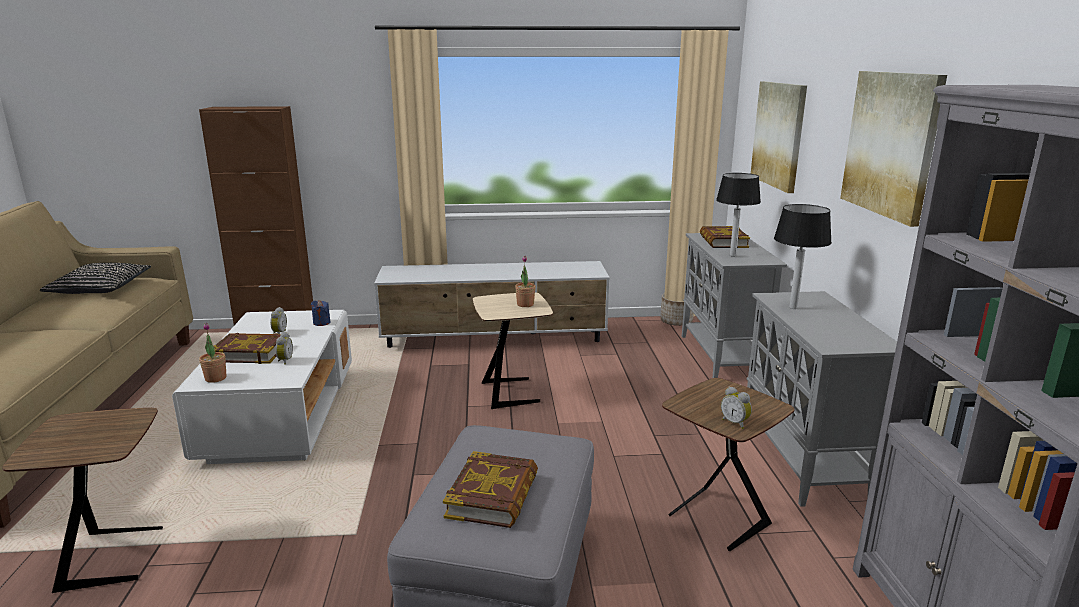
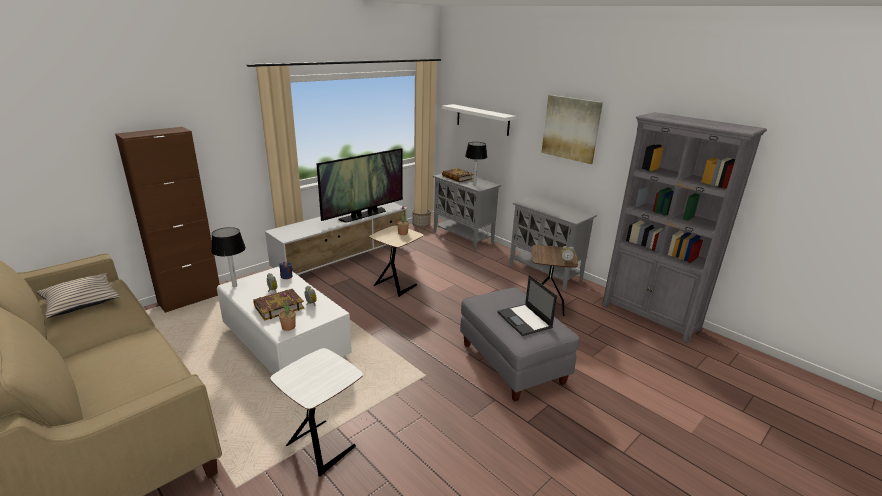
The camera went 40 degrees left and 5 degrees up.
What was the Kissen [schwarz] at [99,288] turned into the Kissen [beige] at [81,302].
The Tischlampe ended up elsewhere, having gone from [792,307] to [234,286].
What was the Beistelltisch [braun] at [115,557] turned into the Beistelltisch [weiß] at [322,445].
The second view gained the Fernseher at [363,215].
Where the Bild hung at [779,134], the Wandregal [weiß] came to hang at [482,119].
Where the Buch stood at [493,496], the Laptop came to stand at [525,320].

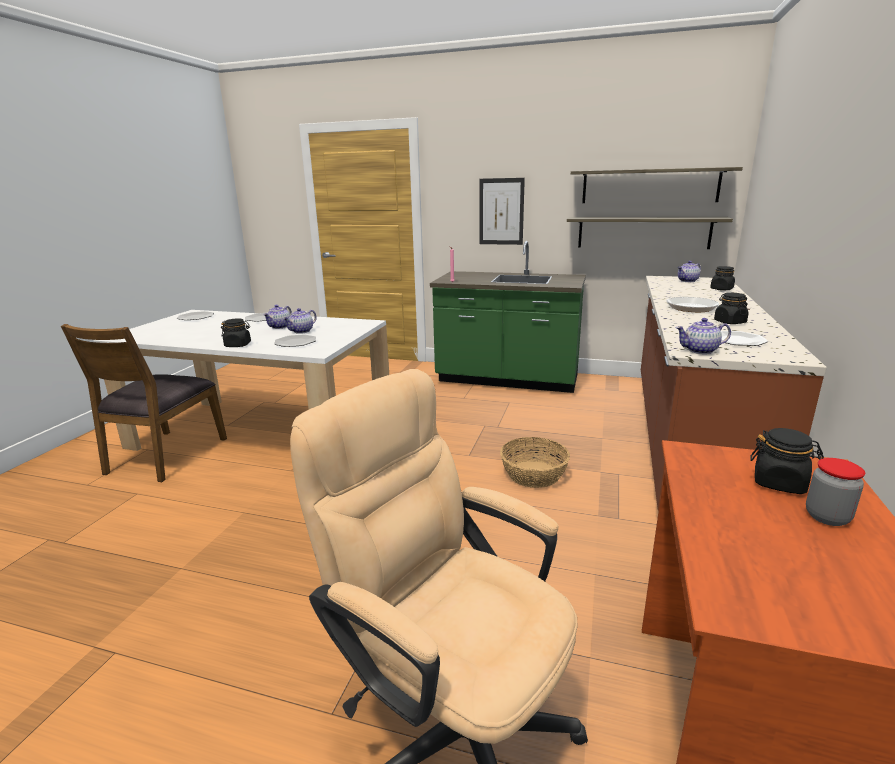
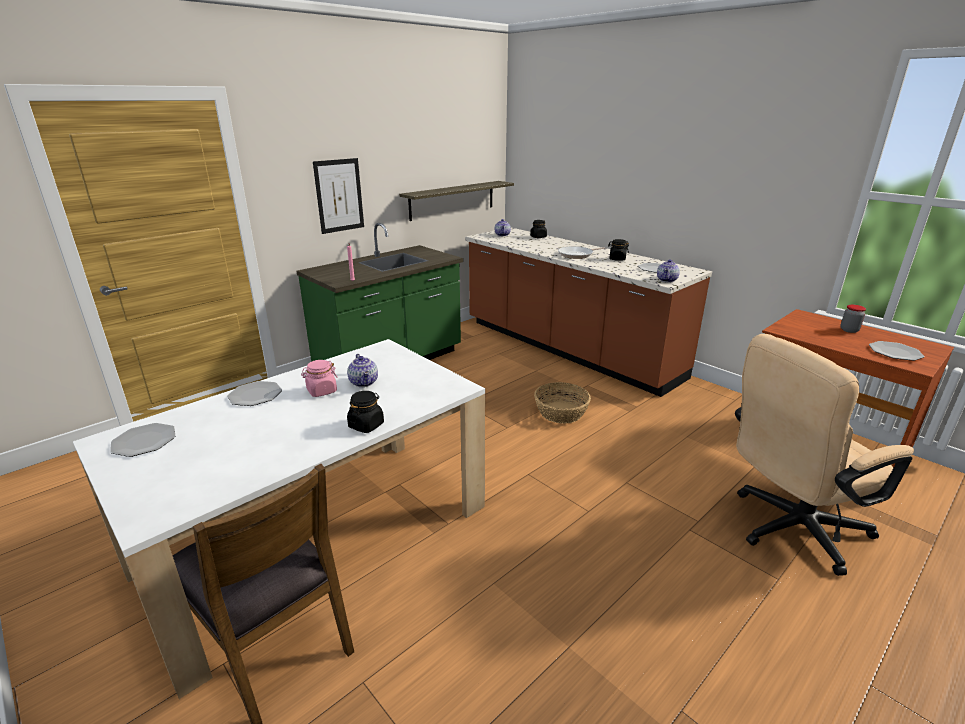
The camera went 60 degrees left and 5 degrees up.
Where the Teekanne stood at [280,327], the Vorratsglas [rosa] came to stand at [321,391].
The Teller ended up elsewhere, having gone from [295,342] to [895,352].
The second view lost the Wandregal at [649,186].
The second view lost the Vorratsglas [schwarz] at [779,483].

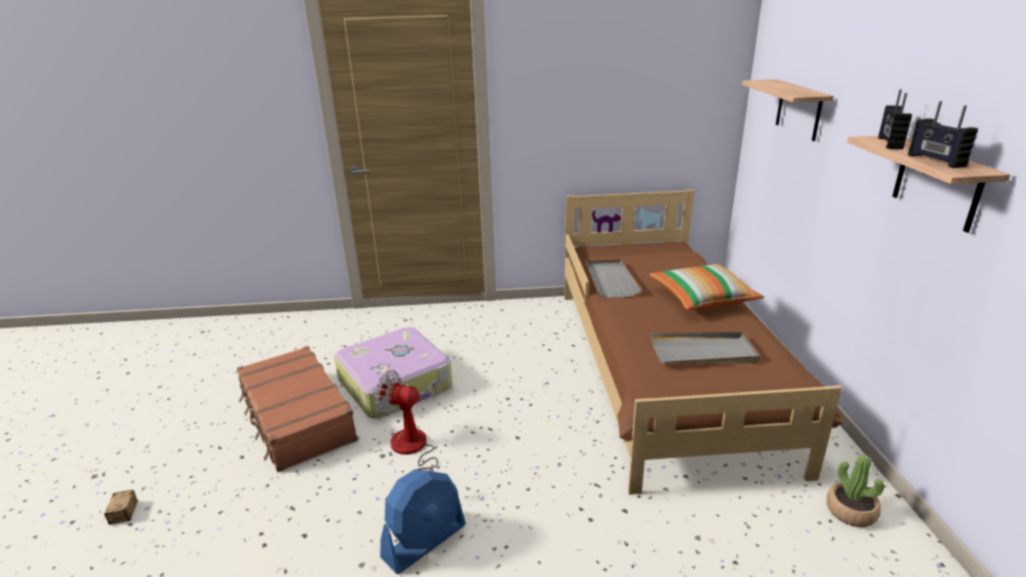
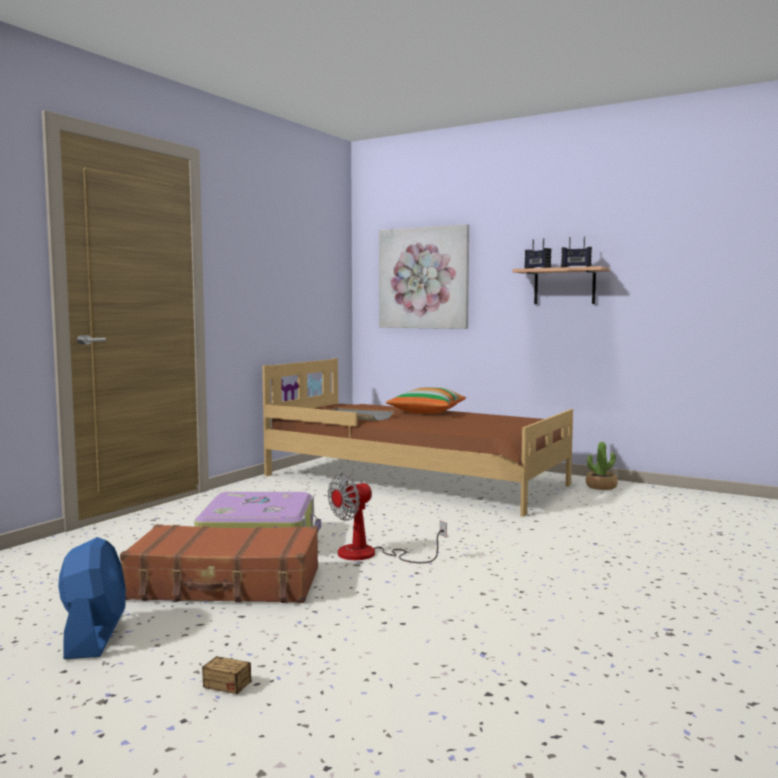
The camera went 55 degrees left and 20 degrees down.
The Ventilator [blau] ended up elsewhere, having gone from [424,541] to [94,636].
Where the Wandregal hung at [798,109], the Bild came to hang at [423,278].
The second view lost the Tablett [grau] at [704,352].

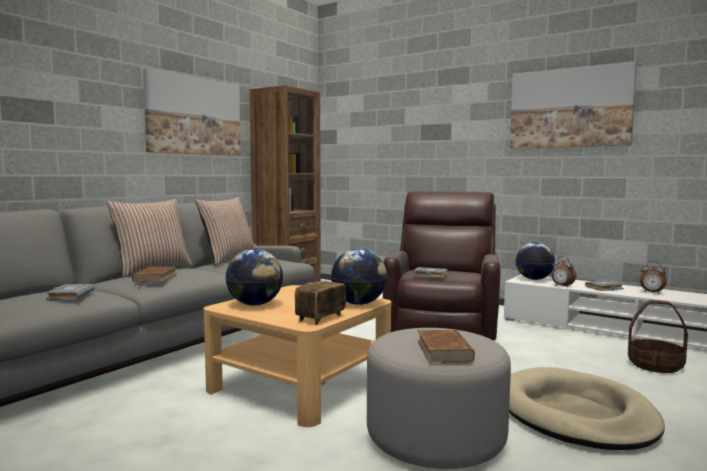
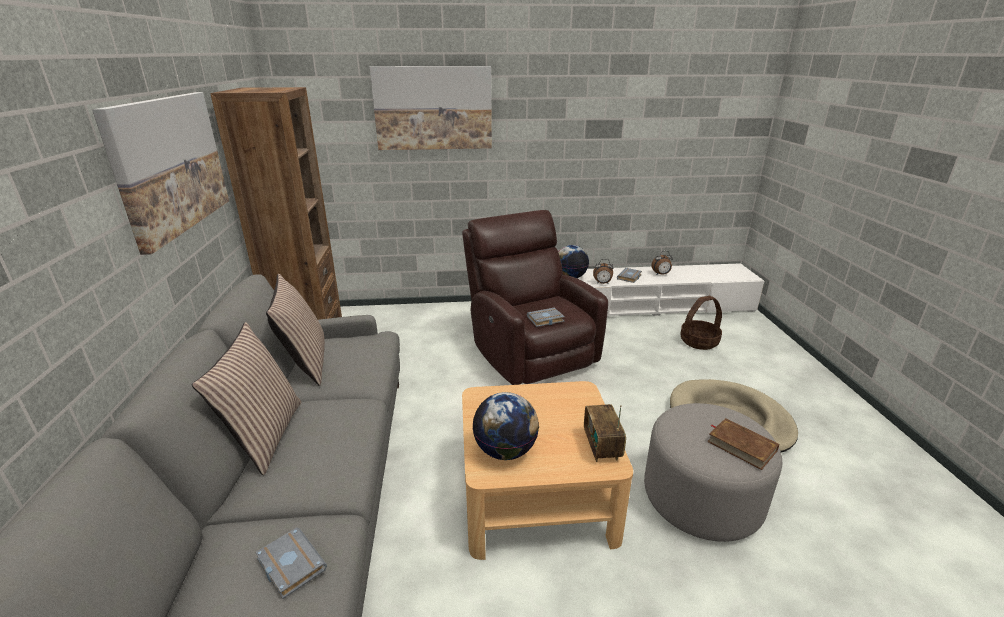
The camera went 40 degrees left and 20 degrees up.
The Bild ended up elsewhere, having gone from [569,108] to [433,108].
The second view lost the Buch [braun] at [155,278].
The second view lost the Globus at [359,304].

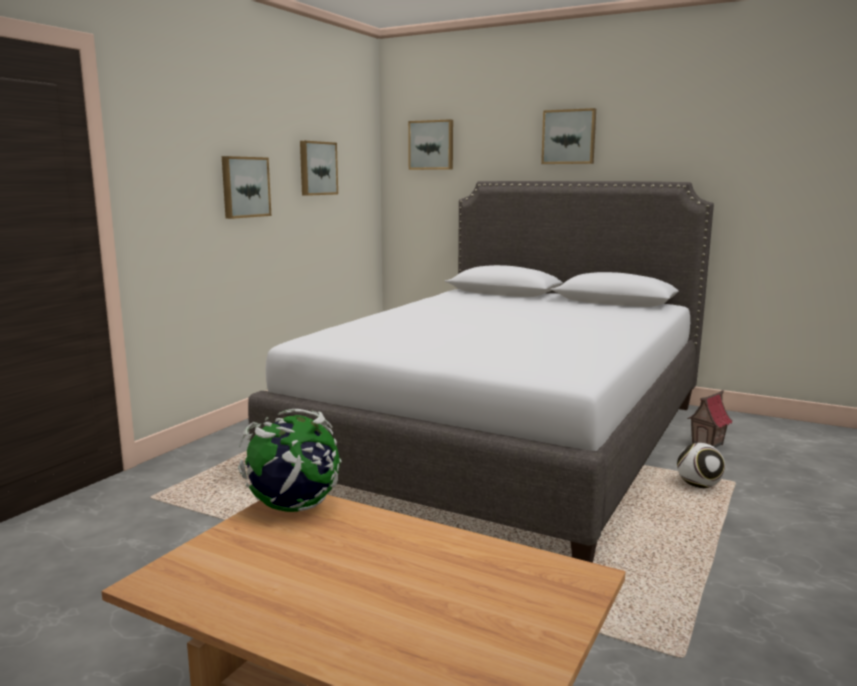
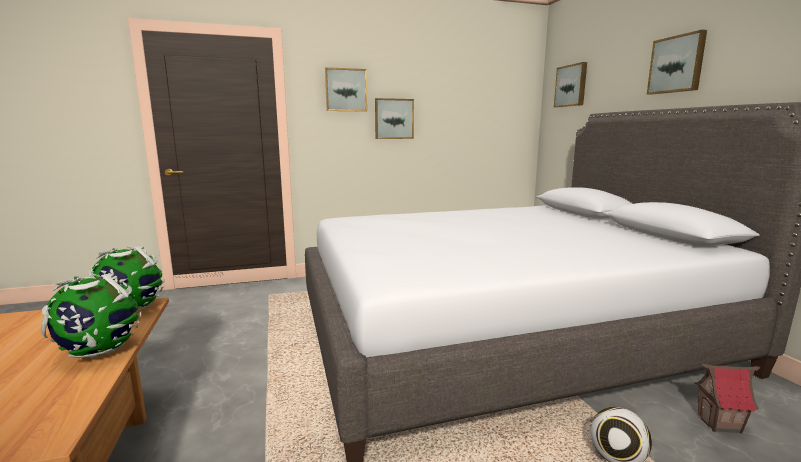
The camera went 45 degrees right and 0 degrees up.
The second view gained the Globus at [99,352].
The Bild ended up elsewhere, having gone from [317,168] to [346,90].

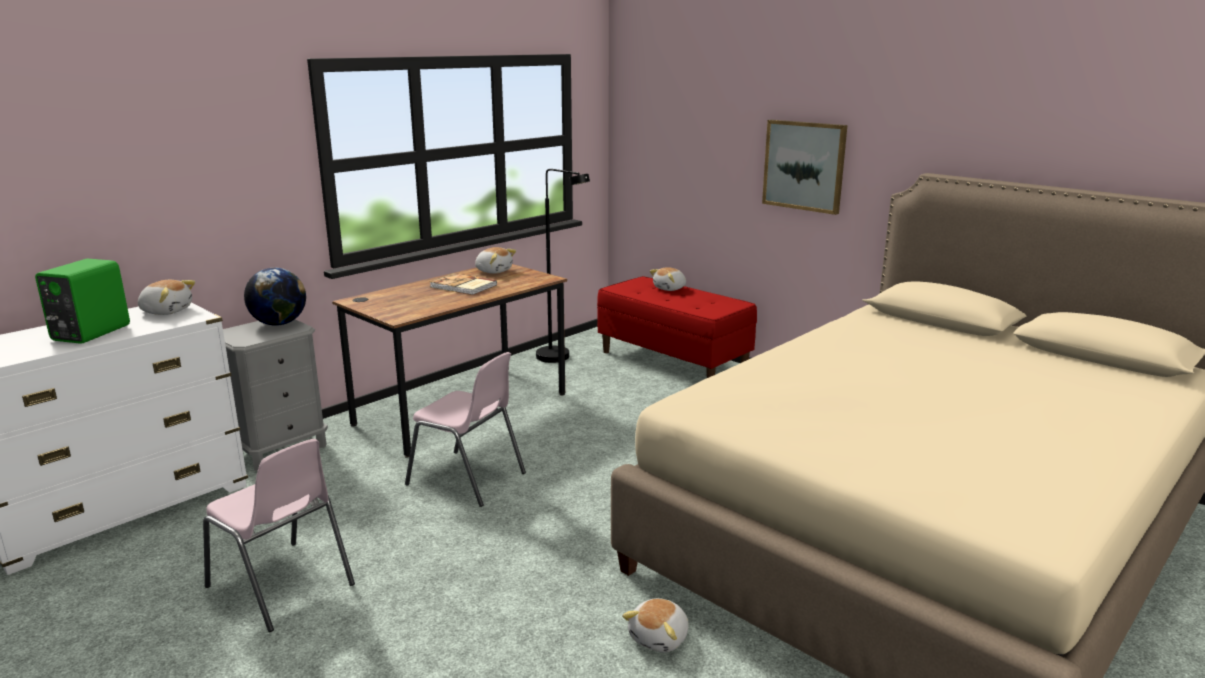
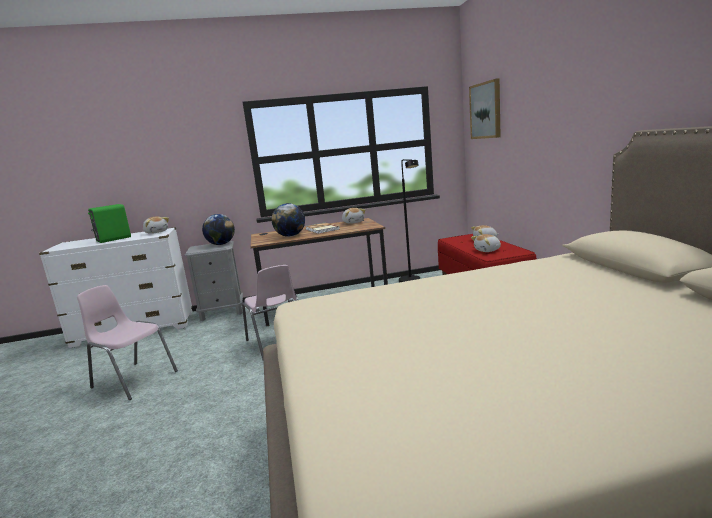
The camera went 35 degrees right and 5 degrees down.
The Stuhl [rosa] at [282,586] ended up facing another way, 135 degrees clockwise from before.
The second view gained the Globus at [290,236].
The Bild ended up elsewhere, having gone from [804,165] to [486,110].
The Plüschtier ended up elsewhere, having gone from [660,638] to [488,250].

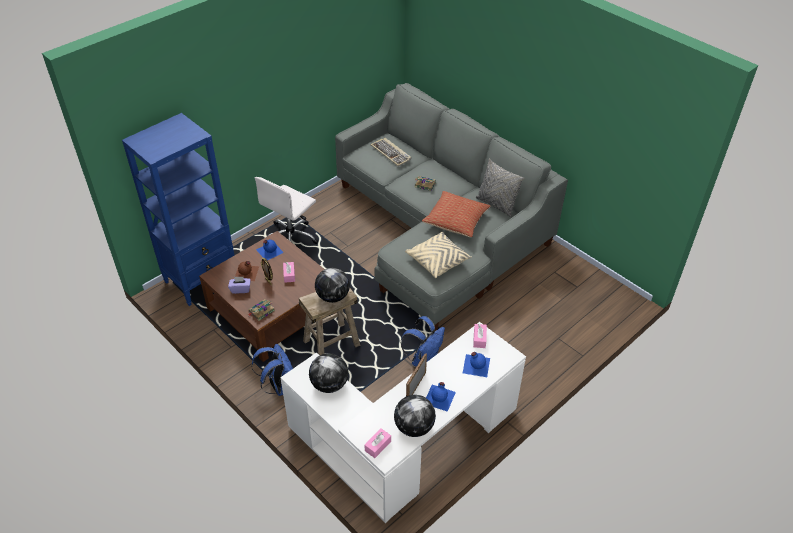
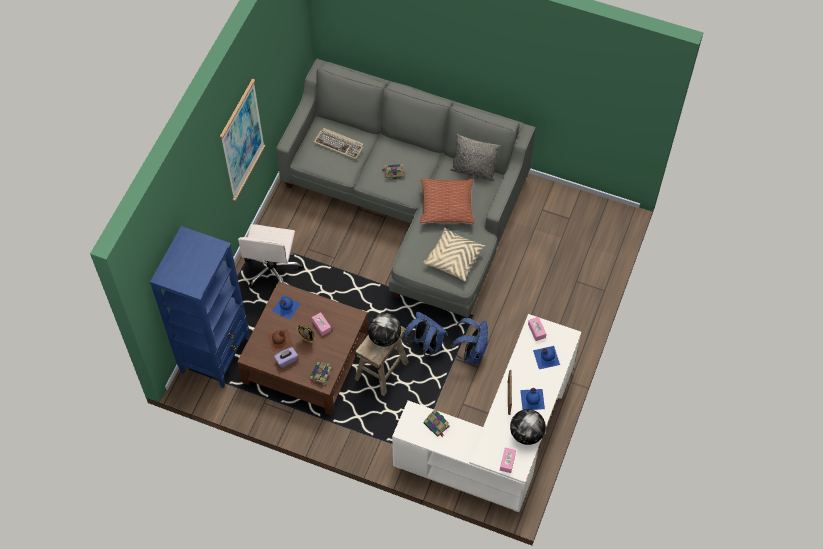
The camera went 25 degrees left and 15 degrees up.
The second view gained the Bild at [242,140].
The Rucksack [blau] ended up elsewhere, having gone from [279,386] to [426,345].
Where the Globus stood at [329,385], the Buch came to stand at [437,425].

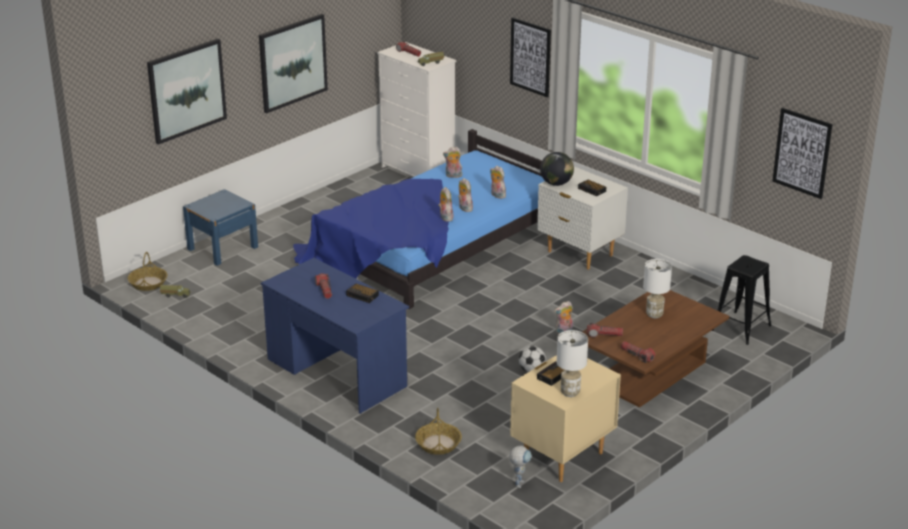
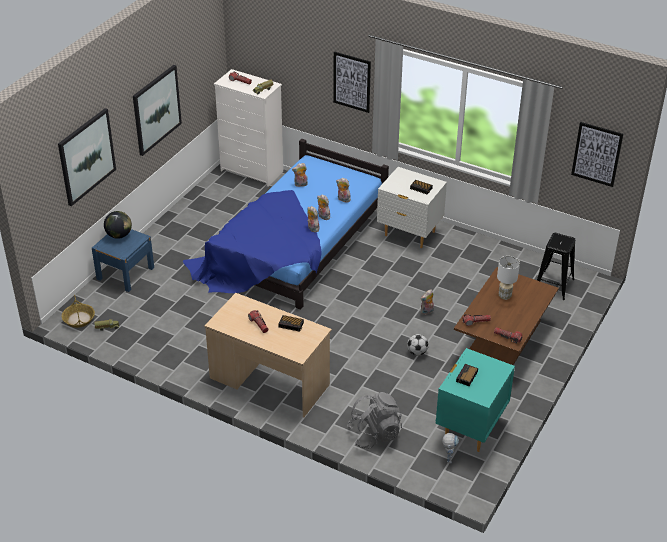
The camera went 15 degrees left and 10 degrees up.
The Globus ended up elsewhere, having gone from [556,183] to [119,235].
What was the Schreibtisch [blau] at [336,373] turned into the Schreibtisch [beige] at [269,381].
Where the Korb stood at [438,444], the Rucksack [grau] came to stand at [374,434].
What was the Nachttisch [beige] at [562,457] turned into the Nachttisch [türkis] at [471,428].
The second view lost the Tischlampe [weiß] at [570,392].

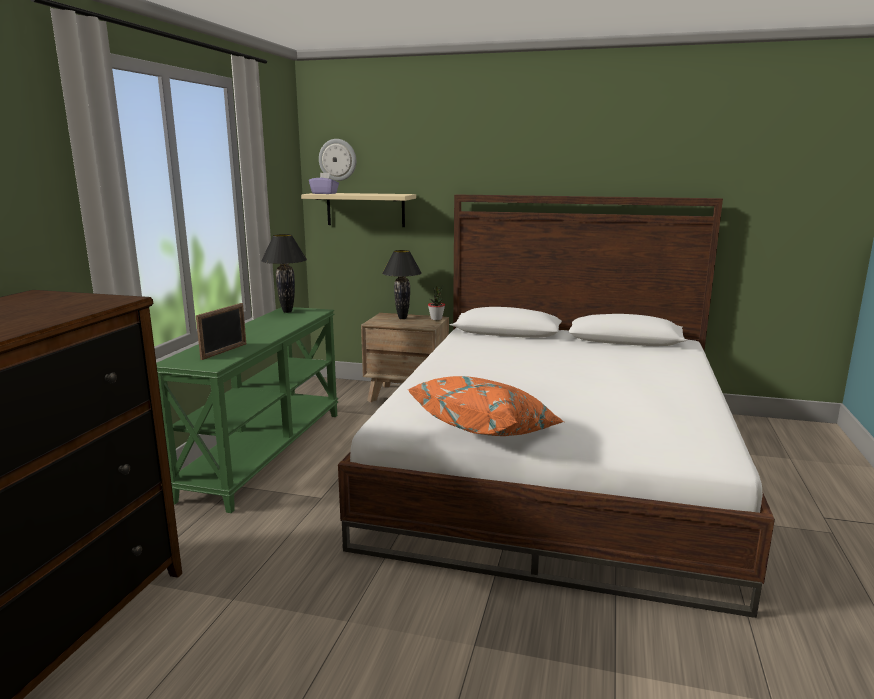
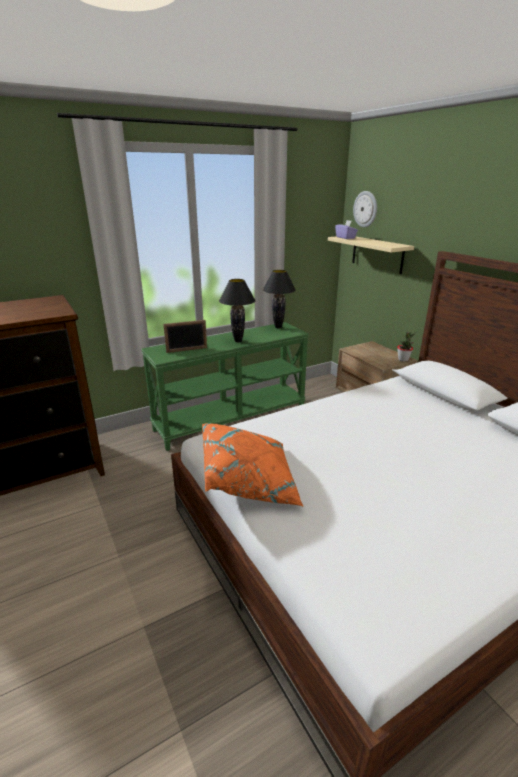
The camera went 45 degrees right and 10 degrees up.
The Tischlampe [schwarz] ended up elsewhere, having gone from [402,318] to [237,341].

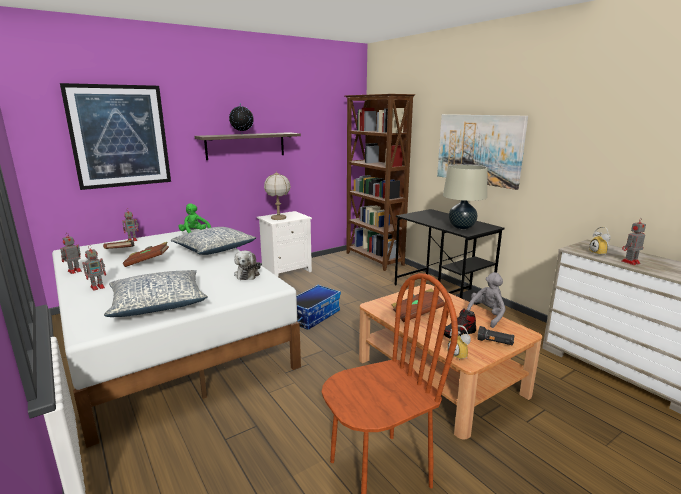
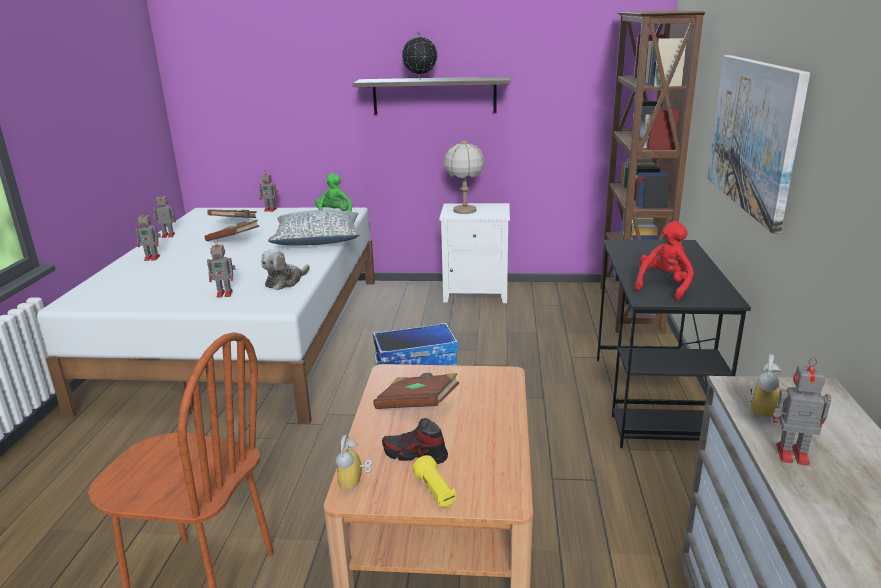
The camera went 40 degrees right and 5 degrees up.
The second view gained the Spielzeugroboter at [225,294].
What was the Taschenlampe [schwarz] at [495,342] turned into the Taschenlampe [gelb] at [435,491].
Where the Tischlampe [beige] stood at [461,227], the Plüschtier [rot] came to stand at [664,286].
The second view lost the Bild at [120,136].
The second view lost the Kissen at [158,303].
The second view lost the Plüschtier [grau] at [486,316].

